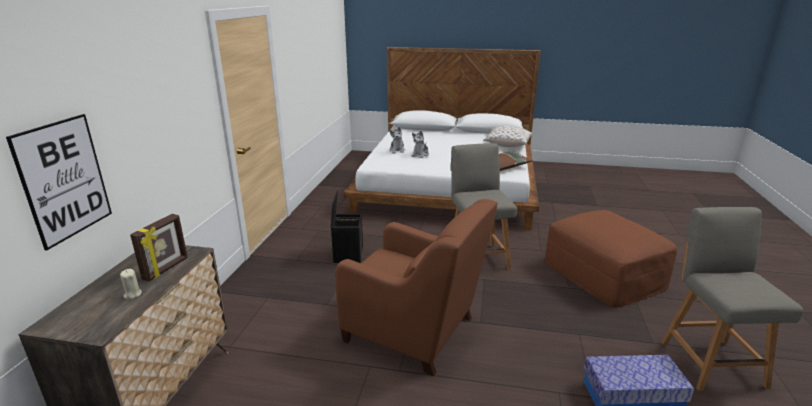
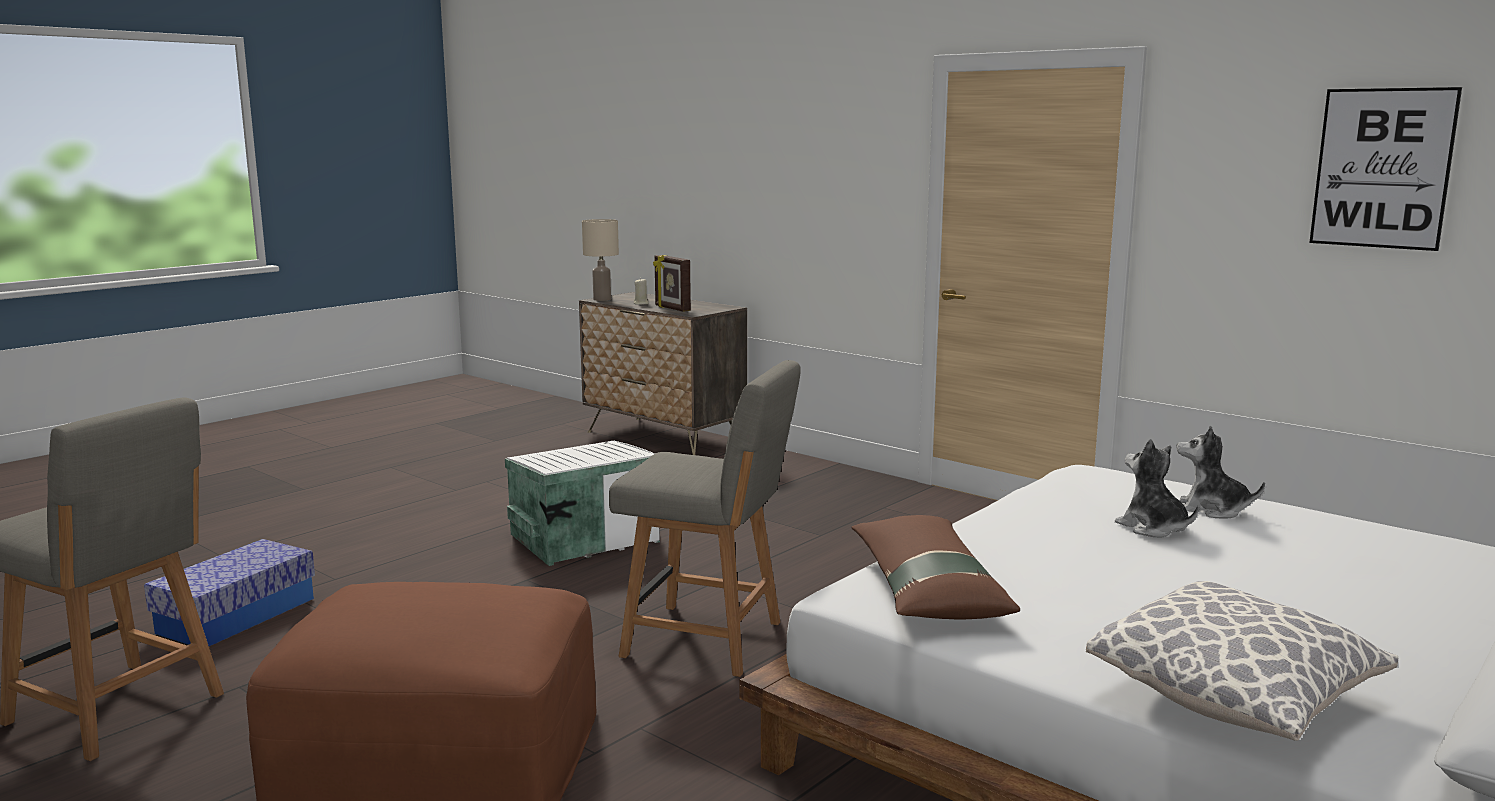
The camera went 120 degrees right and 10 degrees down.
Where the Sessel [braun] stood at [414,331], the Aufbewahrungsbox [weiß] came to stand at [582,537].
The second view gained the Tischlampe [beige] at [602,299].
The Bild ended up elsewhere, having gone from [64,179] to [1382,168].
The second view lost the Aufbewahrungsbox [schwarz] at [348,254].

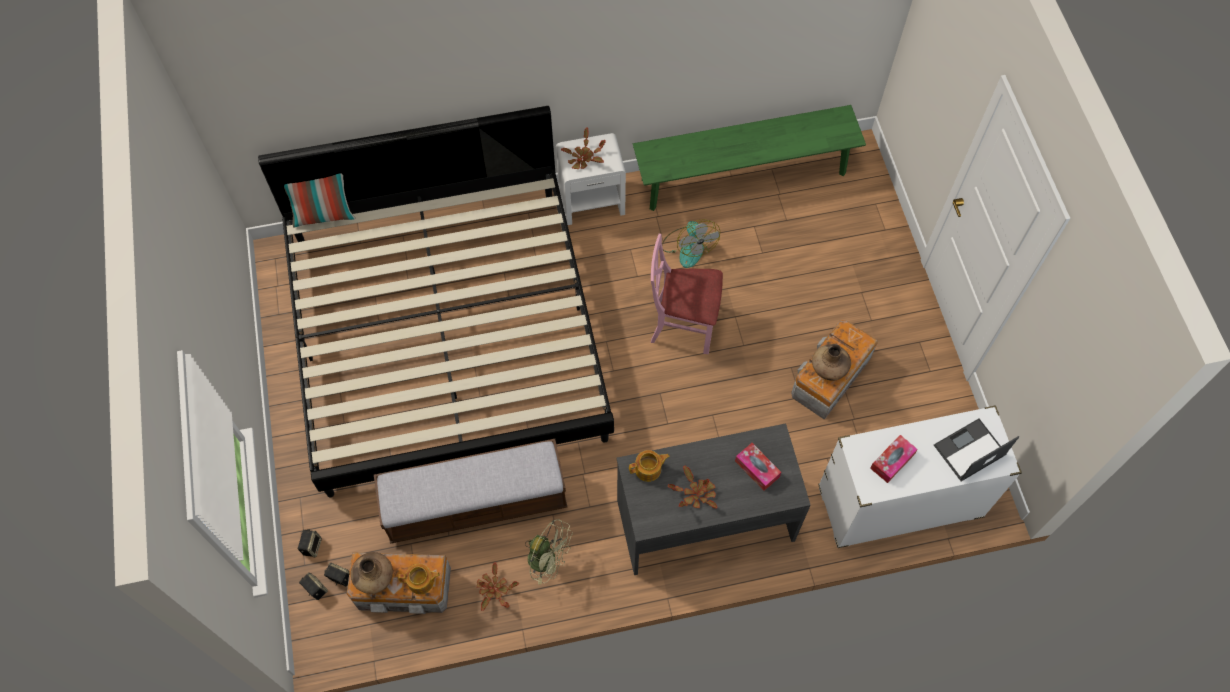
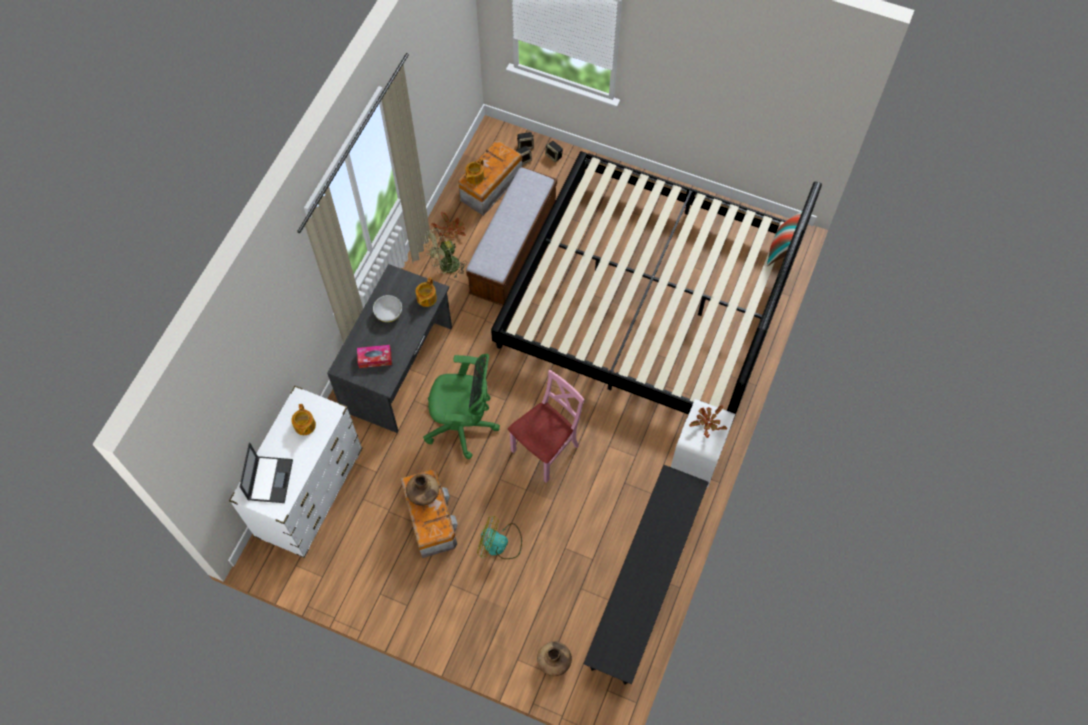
The camera went 125 degrees right and 0 degrees up.
Where the Taschentuchbox stood at [892,461], the Teekanne came to stand at [304,426].
Where the Topfpflanze stood at [695,494], the Schüssel [weiß] came to stand at [389,313].
The second view gained the Bürostuhl [grün] at [463,425].
The Ventilator ended up elsewhere, having gone from [688,247] to [500,544].
The Vase [braun] ended up elsewhere, having gone from [374,577] to [554,661].
What was the Bank [grün] at [743,176] turned into the Bank [schwarz] at [644,585].

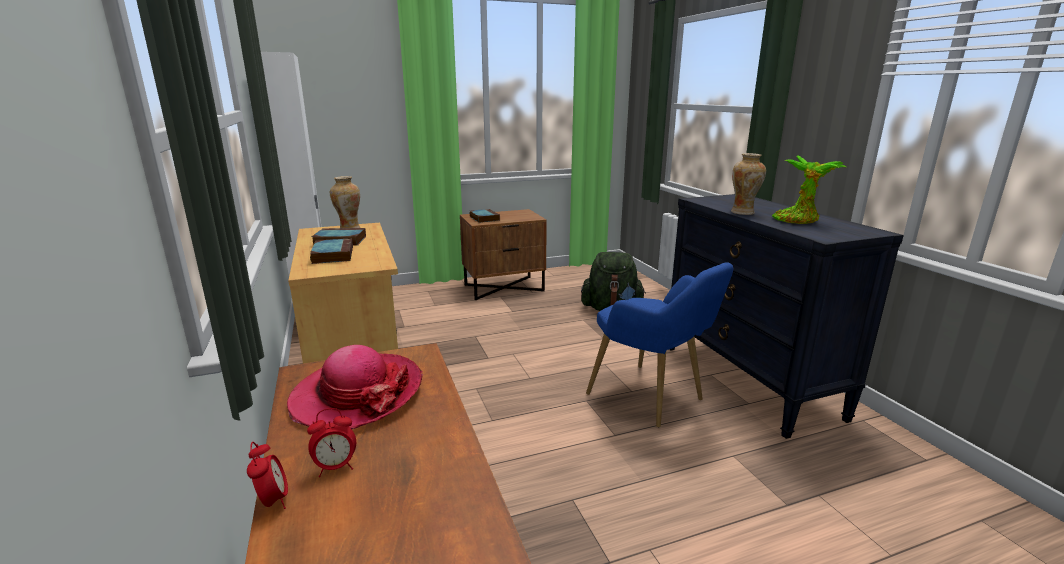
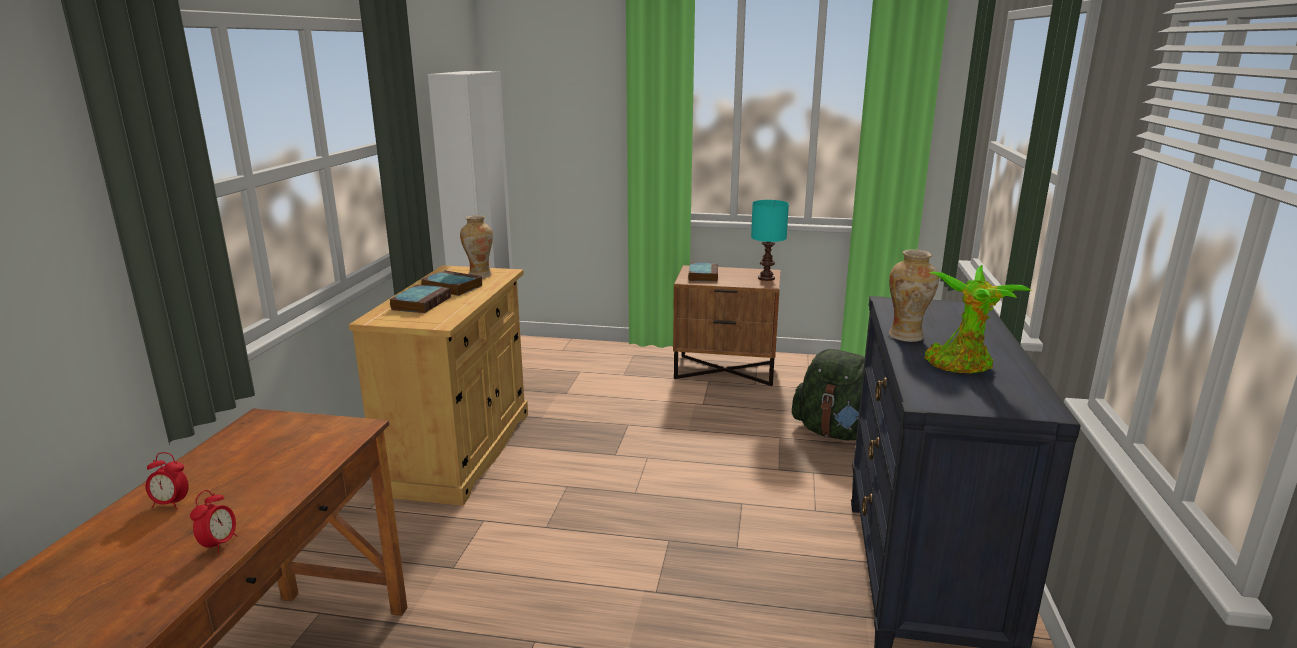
The camera went 30 degrees right and 0 degrees up.
The Wecker ended up elsewhere, having gone from [273,501] to [219,544].
The second view gained the Tischlampe [türkis] at [767,278].
The second view lost the Hut at [357,394].
The second view lost the Sessel [blau] at [652,399].

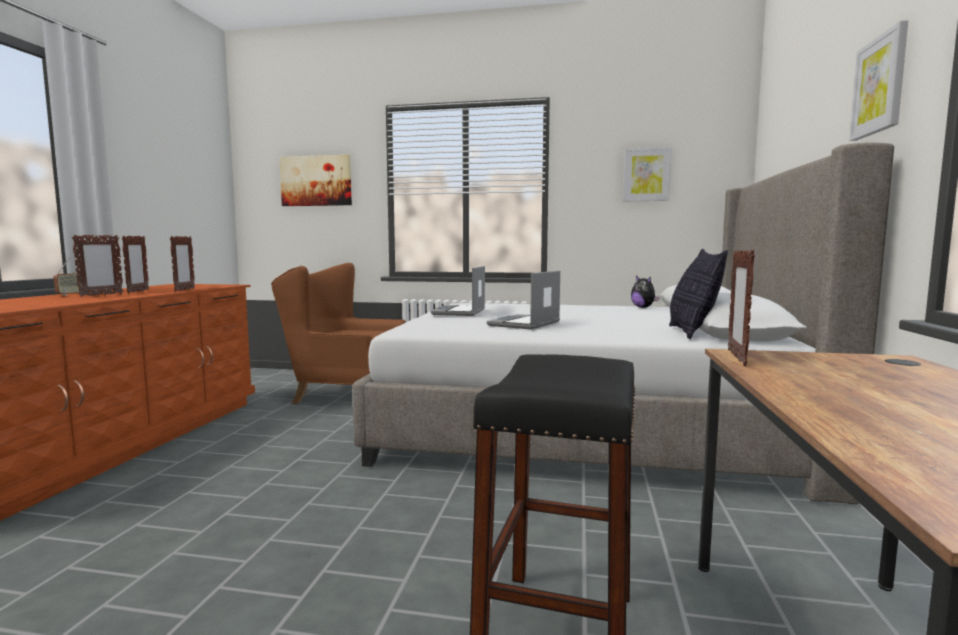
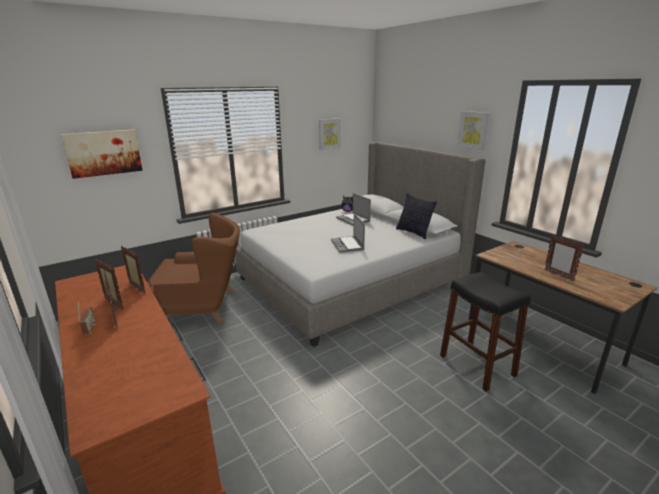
The camera went 45 degrees left and 15 degrees up.
The Sessel [braun] at [351,392] ended up facing another way, 150 degrees counterclockwise from before.
The Laptop ended up elsewhere, having gone from [460,312] to [353,220].
The Bilderrahmen ended up elsewhere, having gone from [737,357] to [558,275].

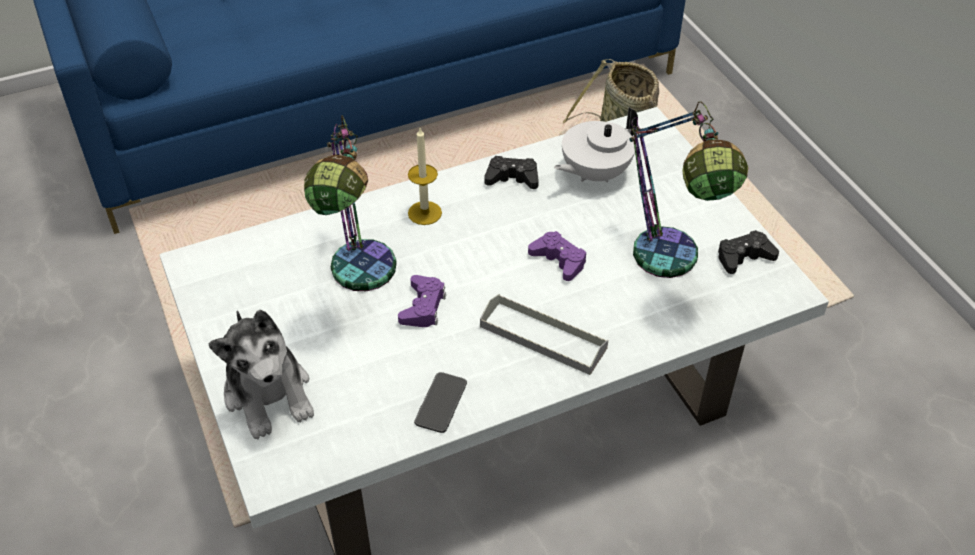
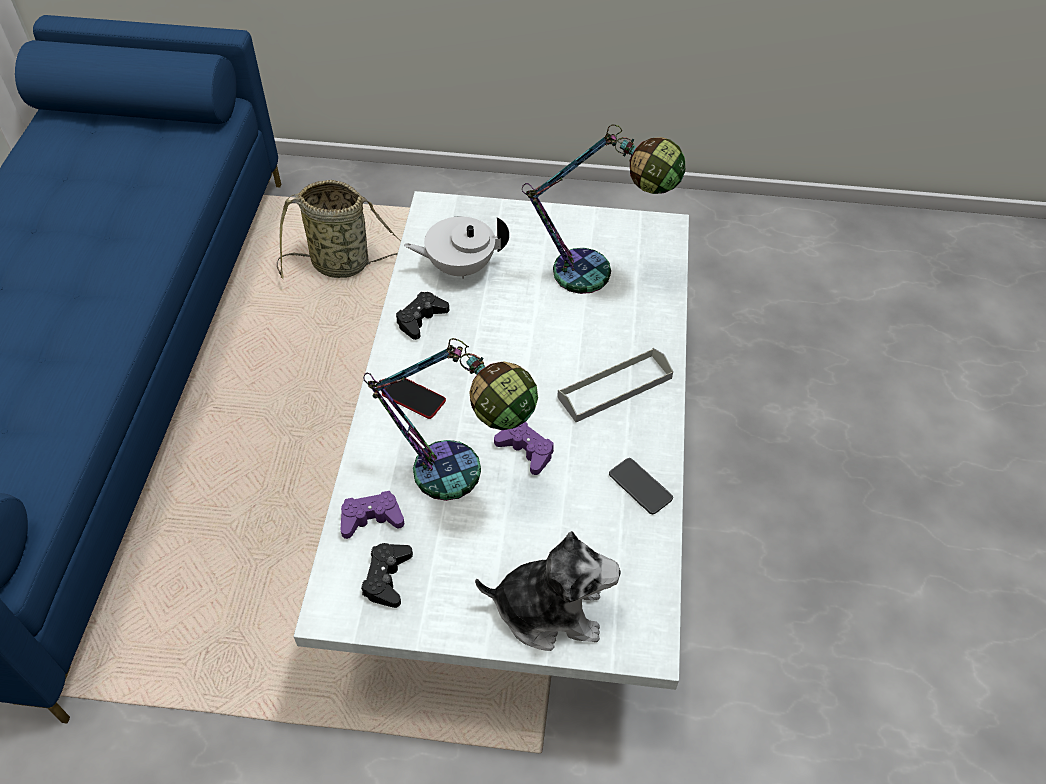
The camera went 60 degrees left and 5 degrees up.
The Gamepad [lila] ended up elsewhere, having gone from [559,260] to [371,518].
The Gamepad [schwarz] ended up elsewhere, having gone from [744,257] to [387,578].
Where the Kerze stood at [424,213], the Handy came to stand at [413,398].
The Teekanne [weiß] at [594,173] ended up facing another way, 90 degrees clockwise from before.

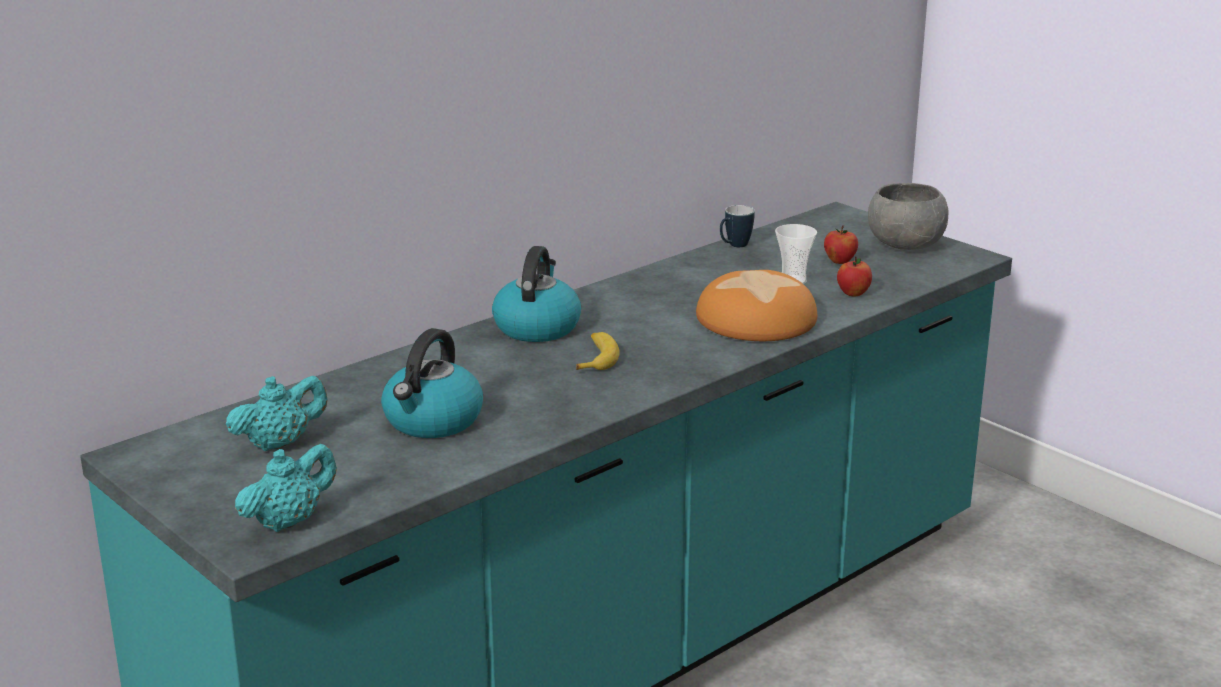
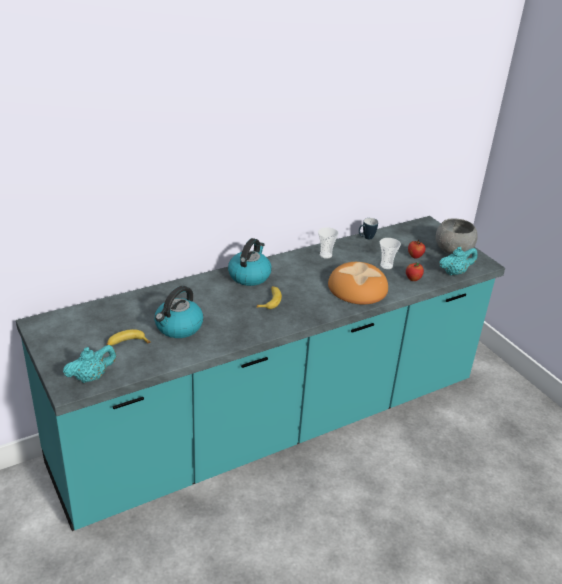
The camera went 10 degrees right and 10 degrees up.
The second view gained the Banane at [127,343].
The second view gained the Tasse at [325,255].
The Teekanne [türkis] ended up elsewhere, having gone from [280,444] to [455,272].

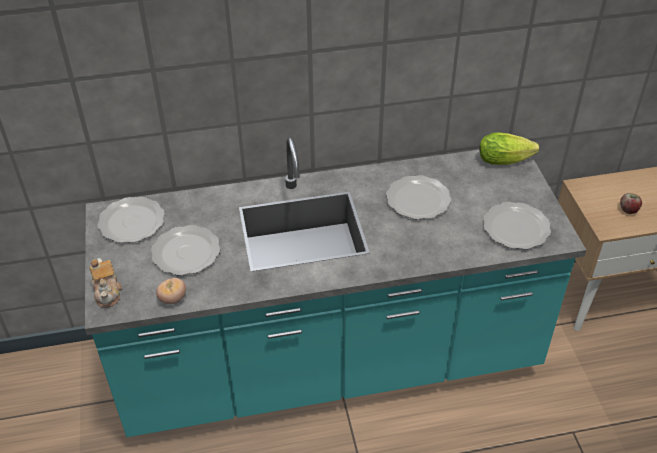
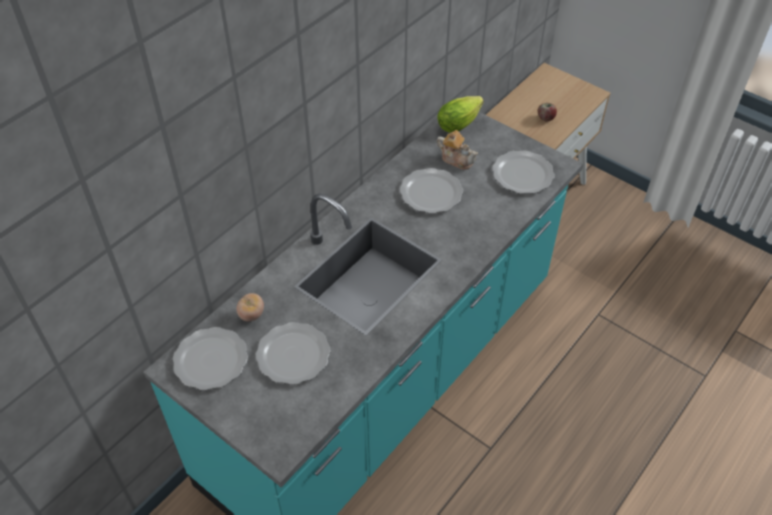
The camera went 40 degrees left and 5 degrees up.
The Tomate ended up elsewhere, having gone from [173,299] to [251,314].
The Teekanne ended up elsewhere, having gone from [107,292] to [457,159].

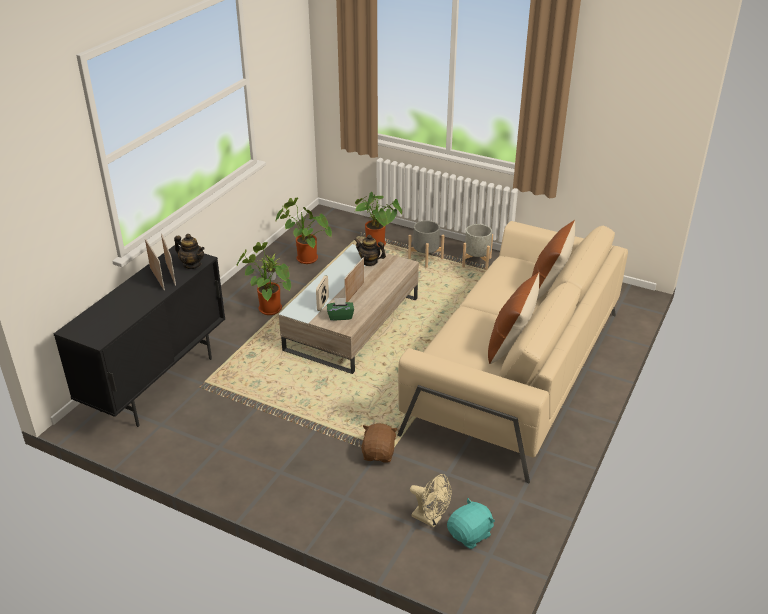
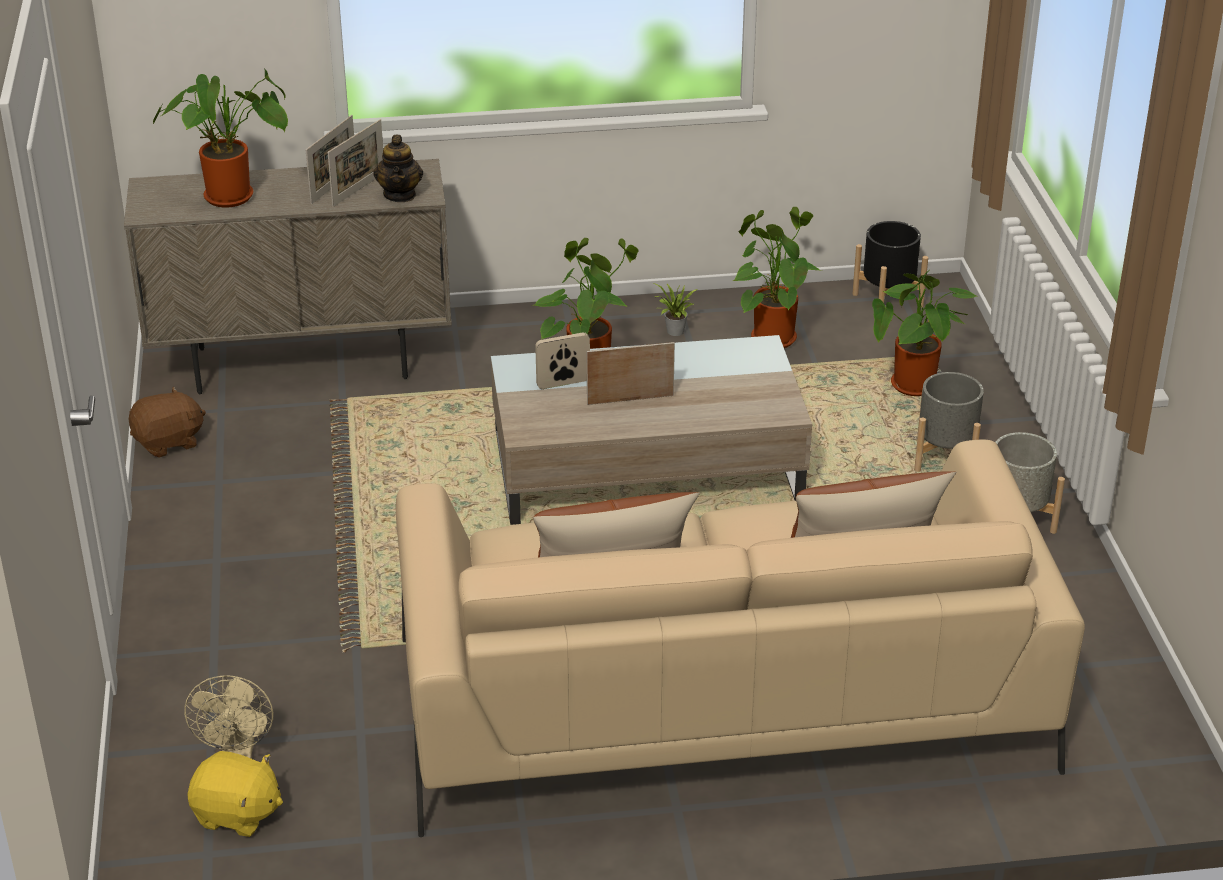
The camera went 55 degrees right and 0 degrees up.
What was the Schrank [schwarz] at [158,384] turned into the Schrank [beige] at [303,363].
The Plüschtier [braun] ended up elsewhere, having gone from [379,453] to [169,442].
The second view gained the Topfpflanze at [235,196].
What was the Plüschtier [türkis] at [470,534] turned into the Plüschtier [gelb] at [237,814].
The second view gained the Pflanzkübel [schwarz] at [887,300].
The second view lost the Taschentuchbox [grün] at [340,316].
The second view lost the Teekanne at [369,262].

